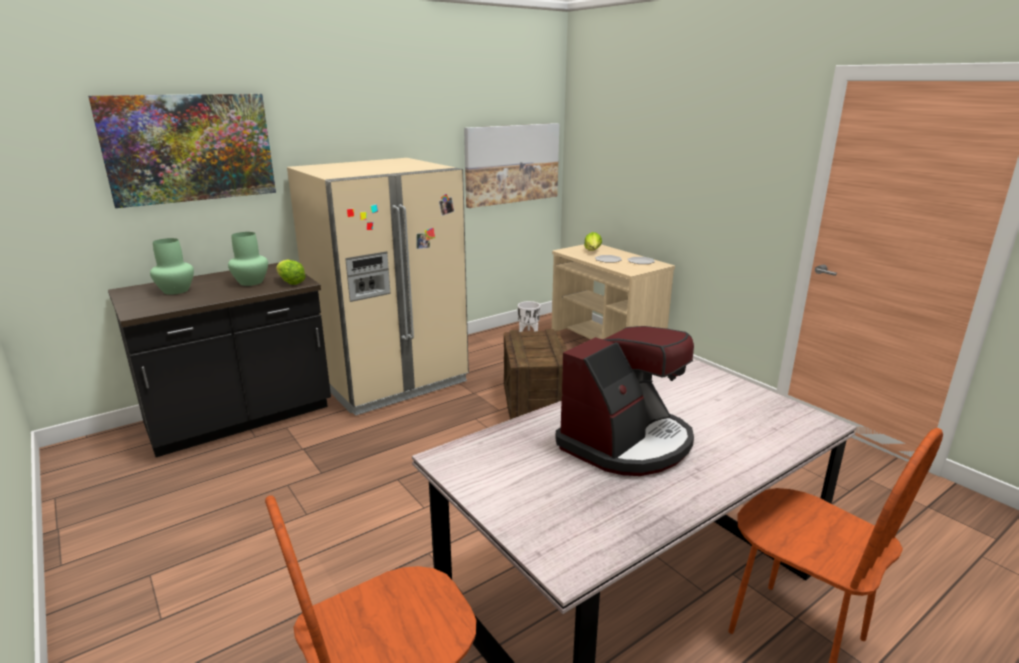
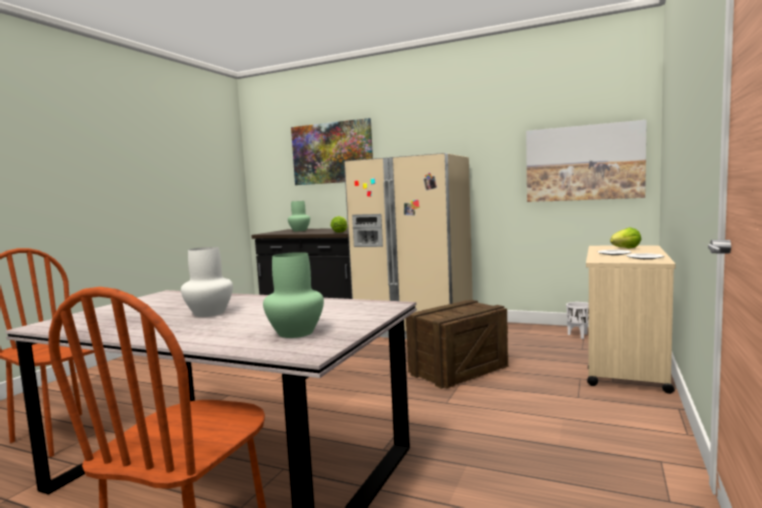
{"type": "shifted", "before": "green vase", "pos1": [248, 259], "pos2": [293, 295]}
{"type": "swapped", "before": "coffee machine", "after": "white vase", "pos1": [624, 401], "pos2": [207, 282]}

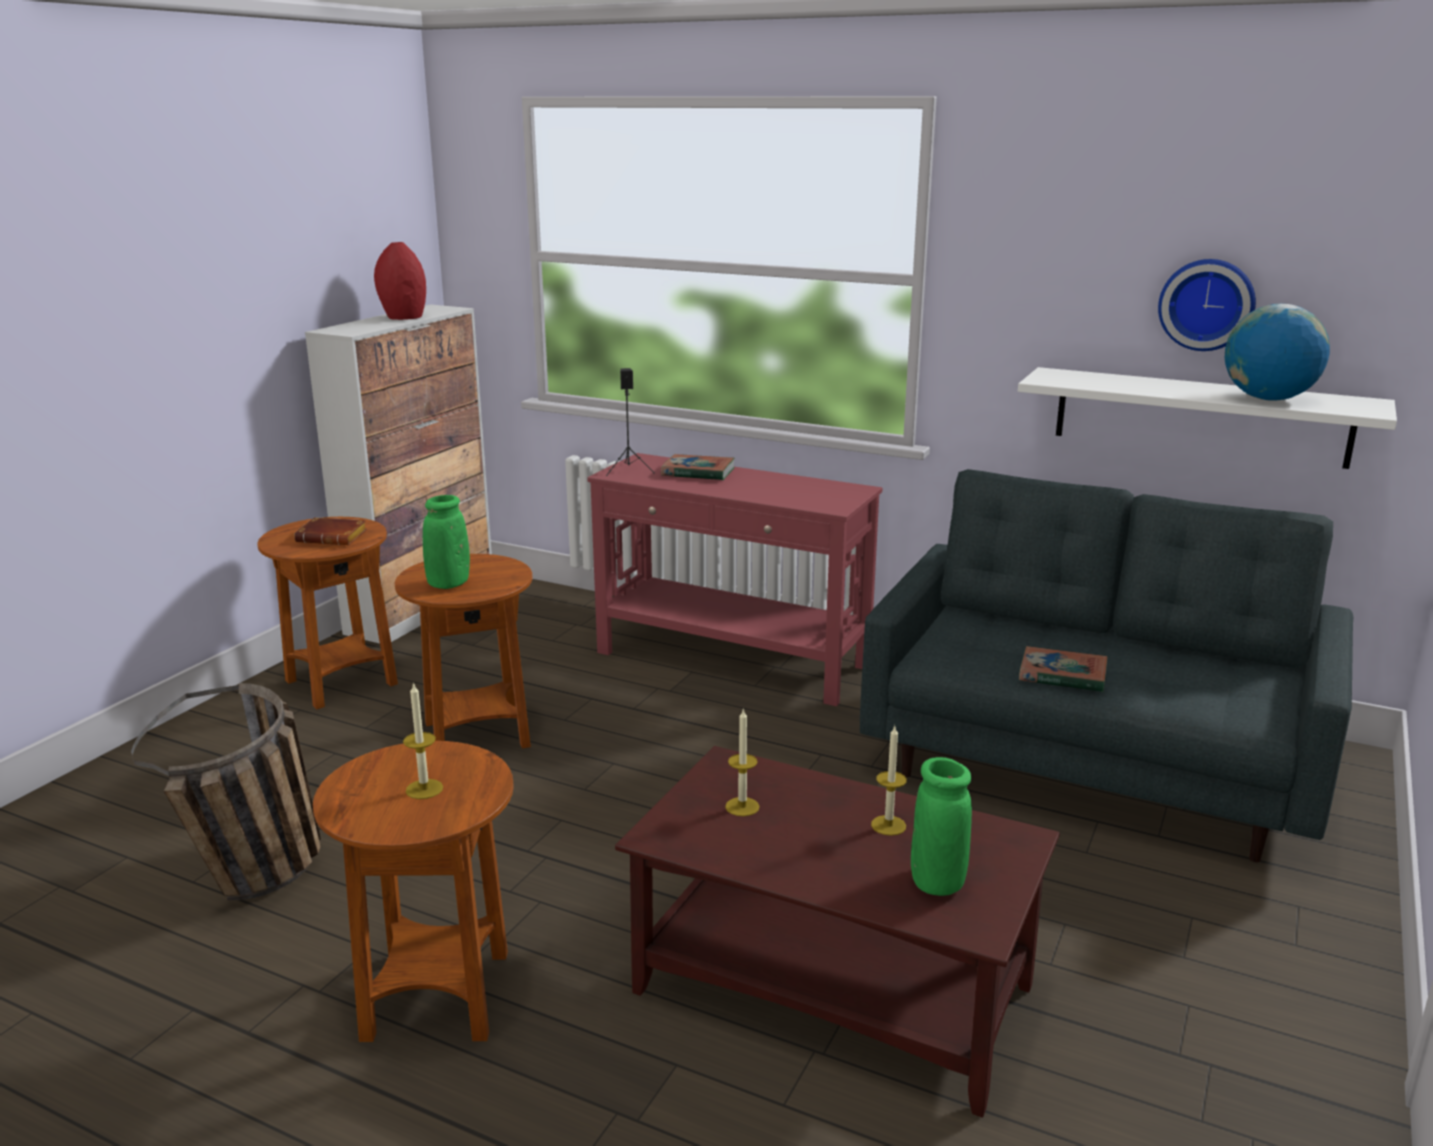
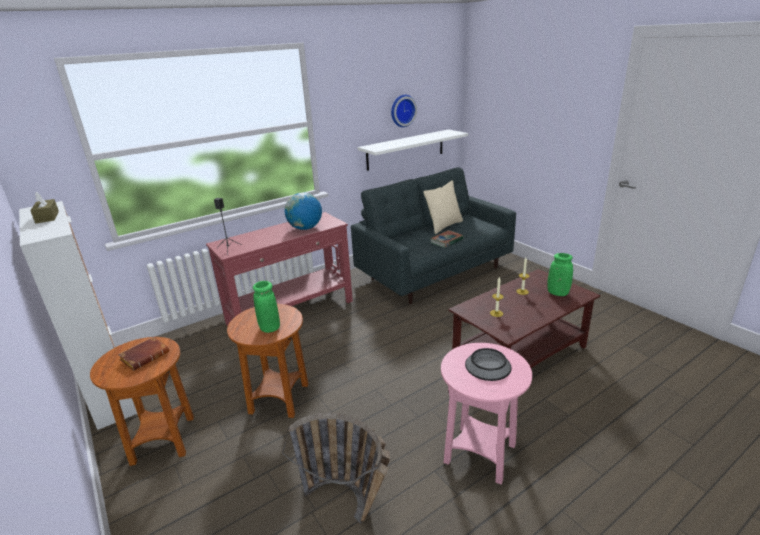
{"type": "repainted", "before": "brown side table", "after": "pink side table", "pos1": [413, 891], "pos2": [486, 414]}
{"type": "swapped", "before": "red vase", "after": "brown tissue box", "pos1": [400, 281], "pos2": [44, 207]}
{"type": "swapped", "before": "candle", "after": "bowl", "pos1": [423, 740], "pos2": [488, 364]}
{"type": "gone", "before": "book", "pos1": [698, 467]}
{"type": "shifted", "before": "globe", "pos1": [1277, 352], "pos2": [303, 211]}
{"type": "new", "after": "beige pillow", "pos2": [443, 207]}

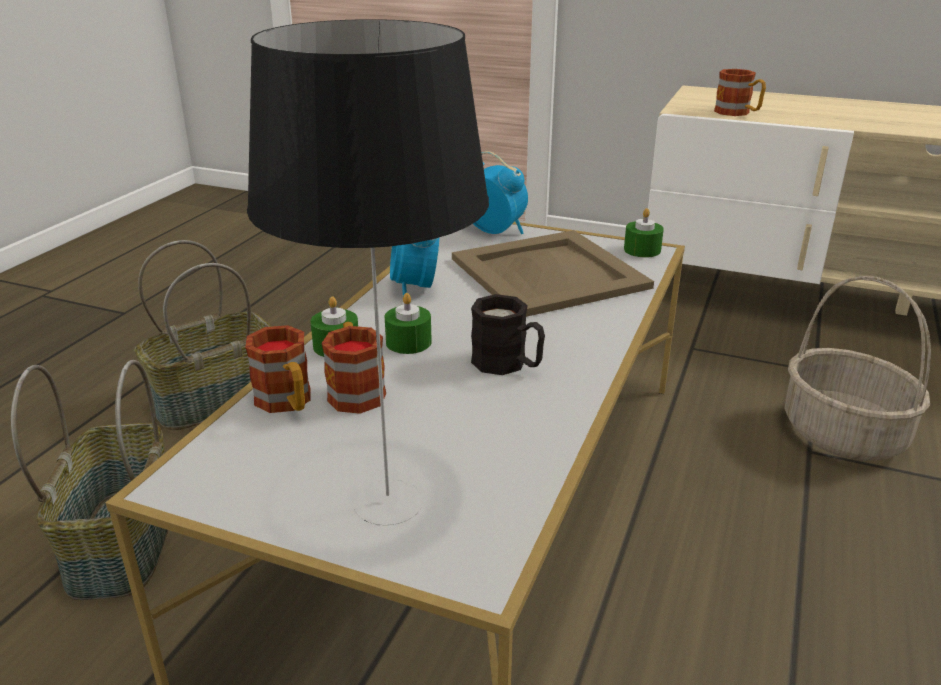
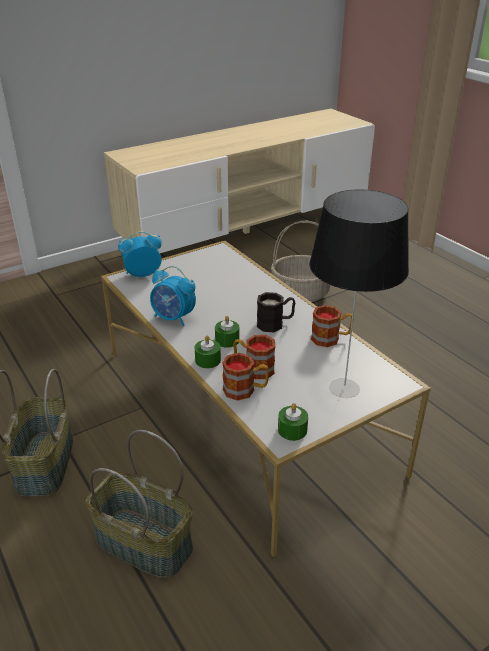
{"type": "gone", "before": "beige tray", "pos1": [553, 273]}
{"type": "shifted", "before": "green candle", "pos1": [644, 233], "pos2": [293, 422]}
{"type": "shifted", "before": "mug", "pos1": [740, 92], "pos2": [332, 326]}

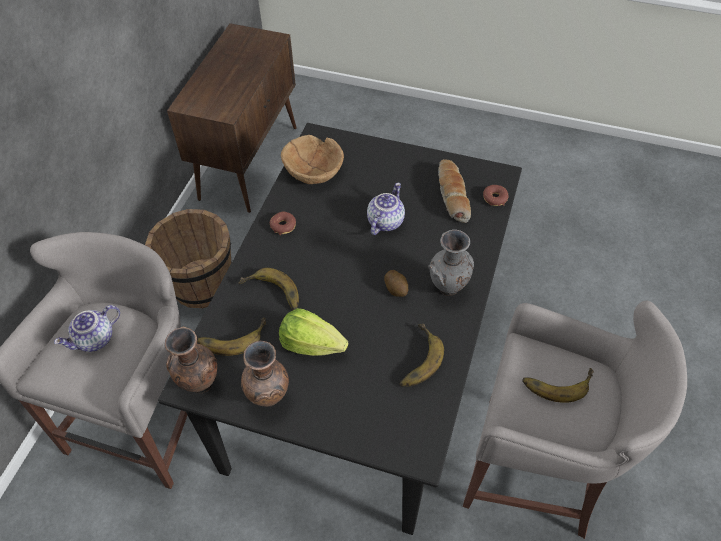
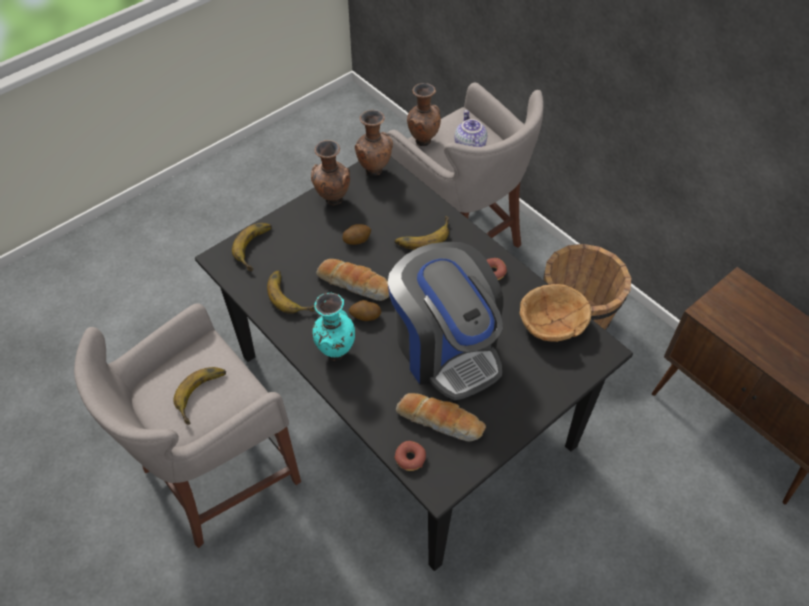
{"type": "shifted", "before": "banana", "pos1": [231, 336], "pos2": [252, 247]}
{"type": "swapped", "before": "lettuce", "after": "potato", "pos1": [313, 332], "pos2": [357, 234]}
{"type": "swapped", "before": "teapot", "after": "coffee machine", "pos1": [386, 209], "pos2": [445, 321]}
{"type": "repainted", "before": "grey vase", "after": "turquoise vase", "pos1": [451, 262], "pos2": [333, 327]}
{"type": "new", "after": "bread", "pos2": [352, 280]}
{"type": "new", "after": "brown vase", "pos2": [424, 114]}

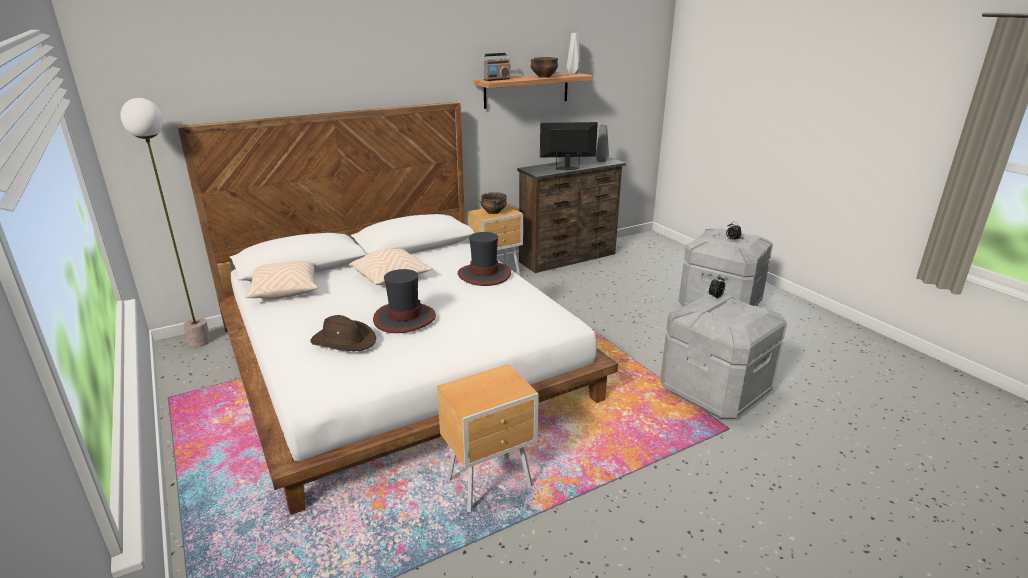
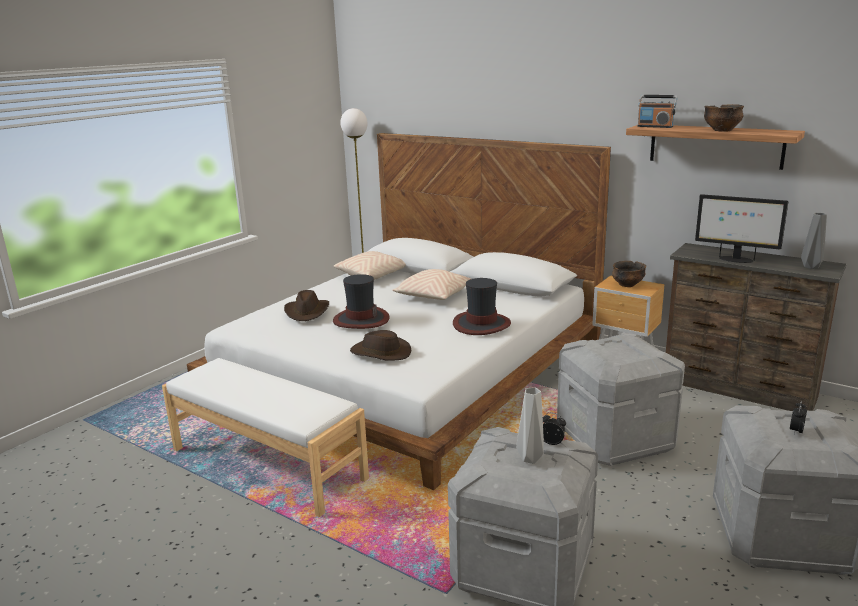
{"type": "swapped", "before": "brown nightstand", "after": "white bench", "pos1": [488, 438], "pos2": [265, 437]}
{"type": "rotated", "before": "monitor", "pos1": [569, 146], "pos2": [741, 228], "turn": 150}
{"type": "shifted", "before": "grey vase", "pos1": [574, 53], "pos2": [530, 425]}
{"type": "new", "after": "brown hat", "pos2": [380, 345]}
{"type": "new", "after": "grey storage box", "pos2": [621, 399]}

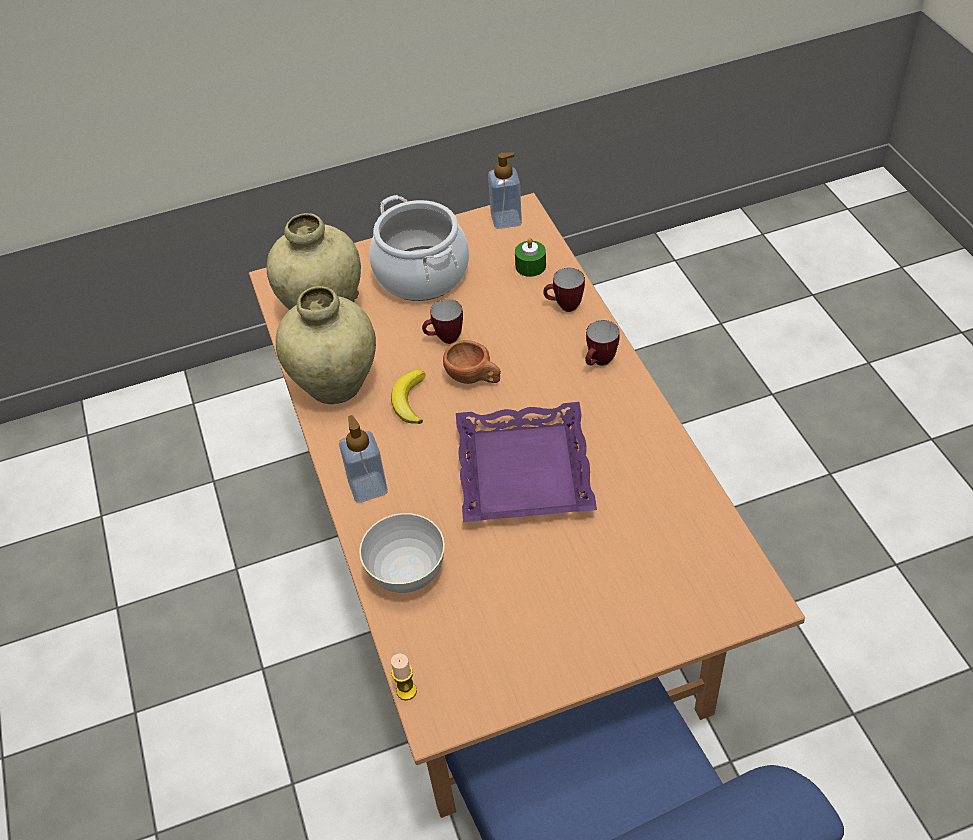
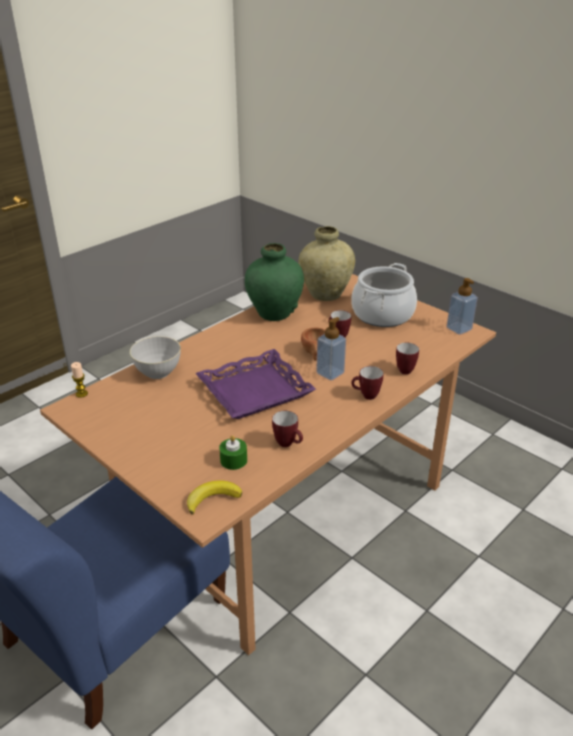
{"type": "repainted", "before": "beige vase", "after": "green vase", "pos1": [326, 345], "pos2": [274, 282]}
{"type": "shifted", "before": "soap dispenser", "pos1": [363, 459], "pos2": [331, 348]}
{"type": "shifted", "before": "banana", "pos1": [408, 397], "pos2": [214, 497]}
{"type": "shifted", "before": "green candle", "pos1": [530, 257], "pos2": [233, 452]}
{"type": "new", "after": "mug", "pos2": [287, 429]}

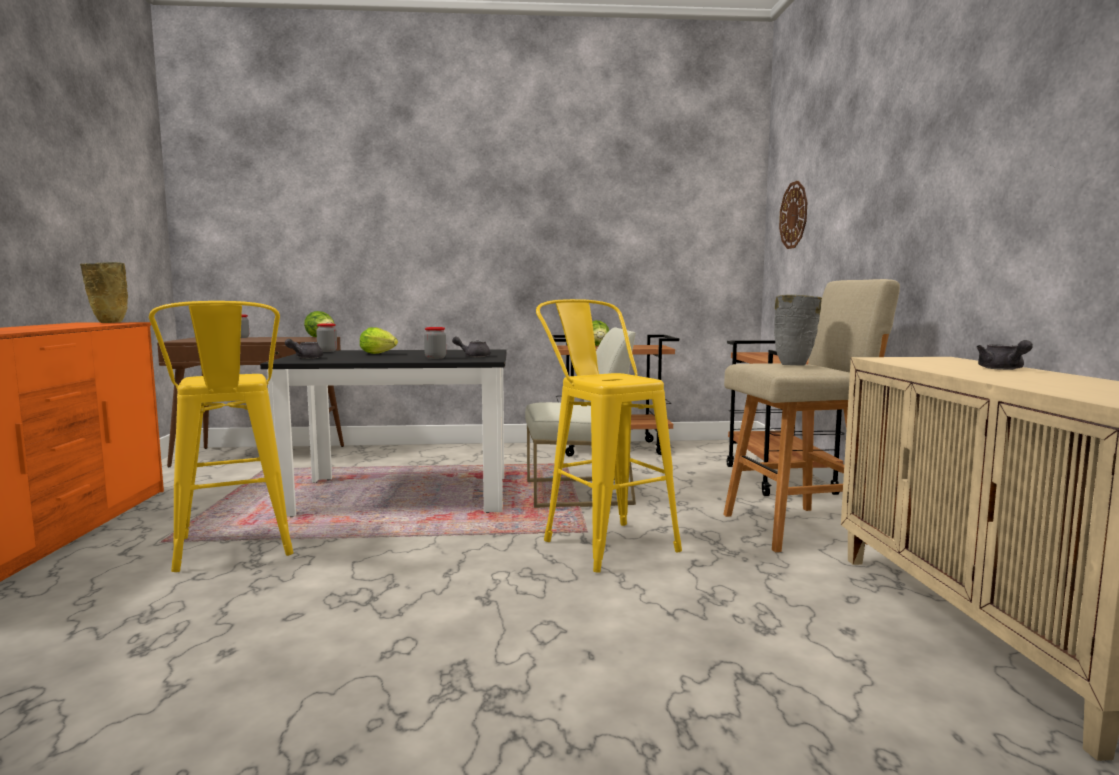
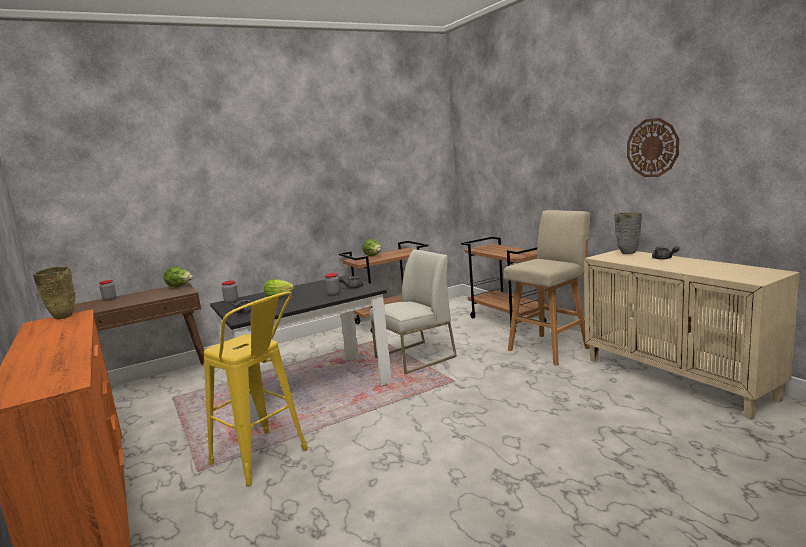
{"type": "gone", "before": "yellow stool", "pos1": [609, 435]}
{"type": "shifted", "before": "grey vase", "pos1": [798, 330], "pos2": [628, 233]}
{"type": "shifted", "before": "wall clock", "pos1": [793, 215], "pos2": [653, 147]}

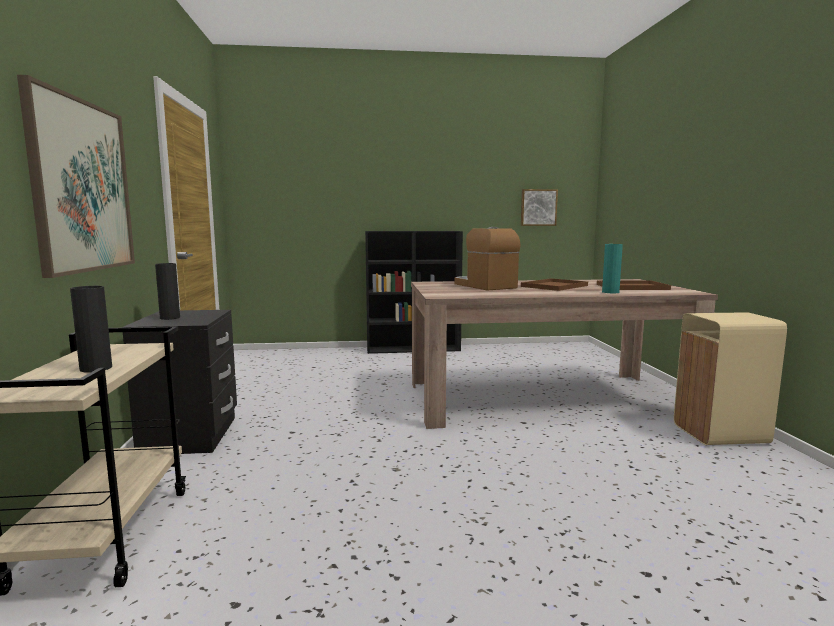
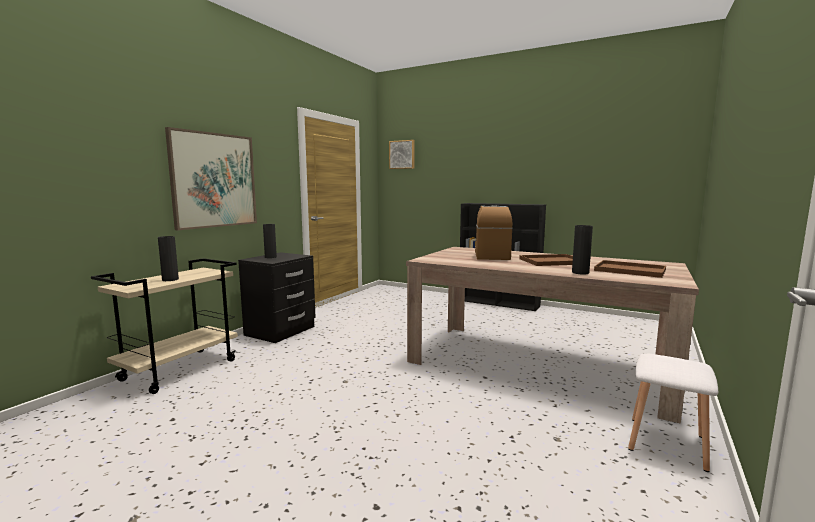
{"type": "shifted", "before": "picture", "pos1": [539, 207], "pos2": [402, 154]}
{"type": "repainted", "before": "turquoise vase", "after": "black vase", "pos1": [612, 268], "pos2": [582, 249]}
{"type": "swapped", "before": "beige trash can", "after": "white stool", "pos1": [730, 378], "pos2": [673, 412]}

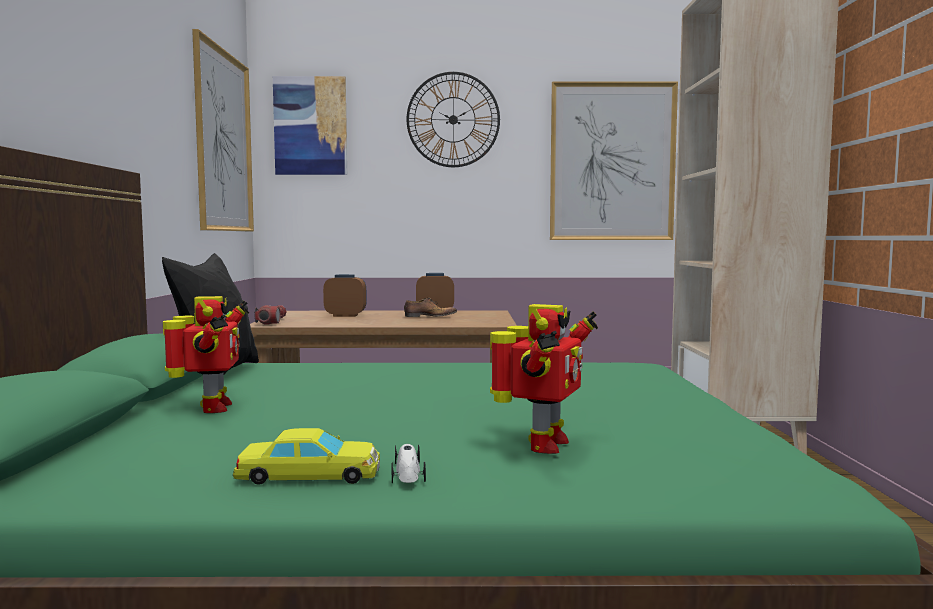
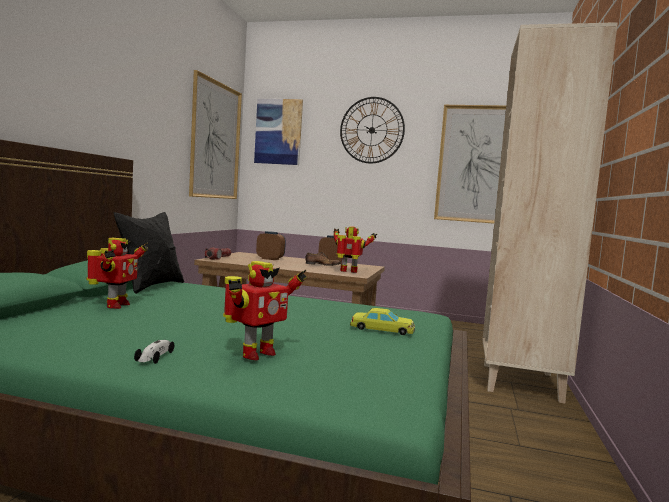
{"type": "shifted", "before": "yellow toy car", "pos1": [306, 456], "pos2": [382, 321]}
{"type": "new", "after": "toy robot", "pos2": [355, 249]}

